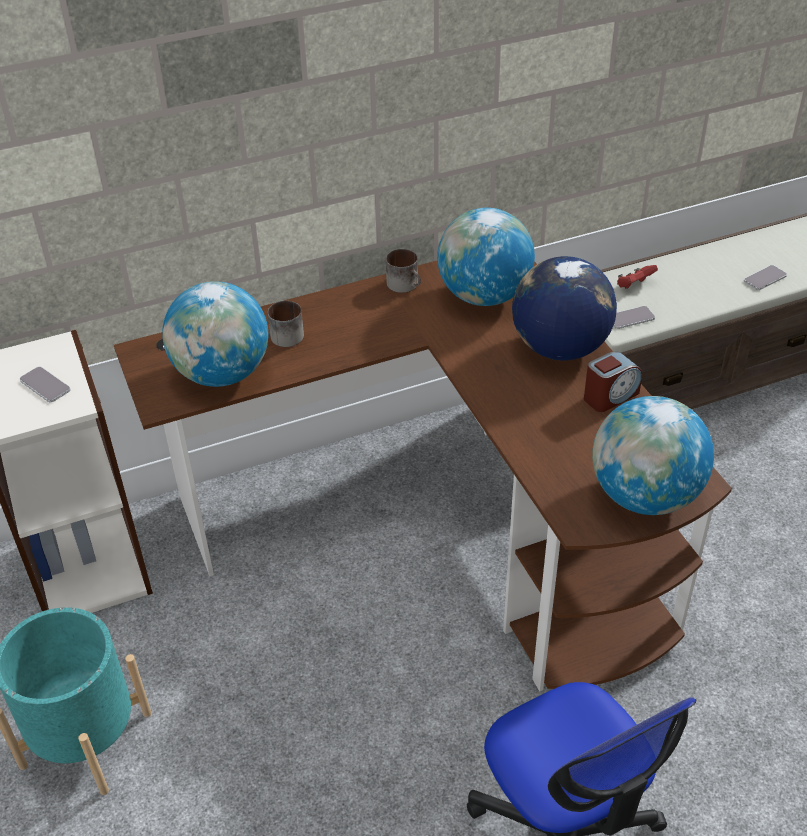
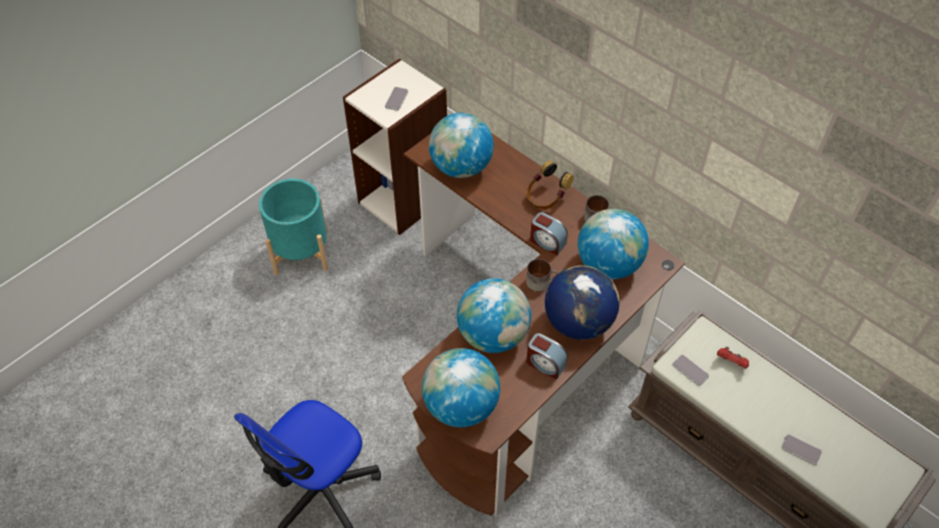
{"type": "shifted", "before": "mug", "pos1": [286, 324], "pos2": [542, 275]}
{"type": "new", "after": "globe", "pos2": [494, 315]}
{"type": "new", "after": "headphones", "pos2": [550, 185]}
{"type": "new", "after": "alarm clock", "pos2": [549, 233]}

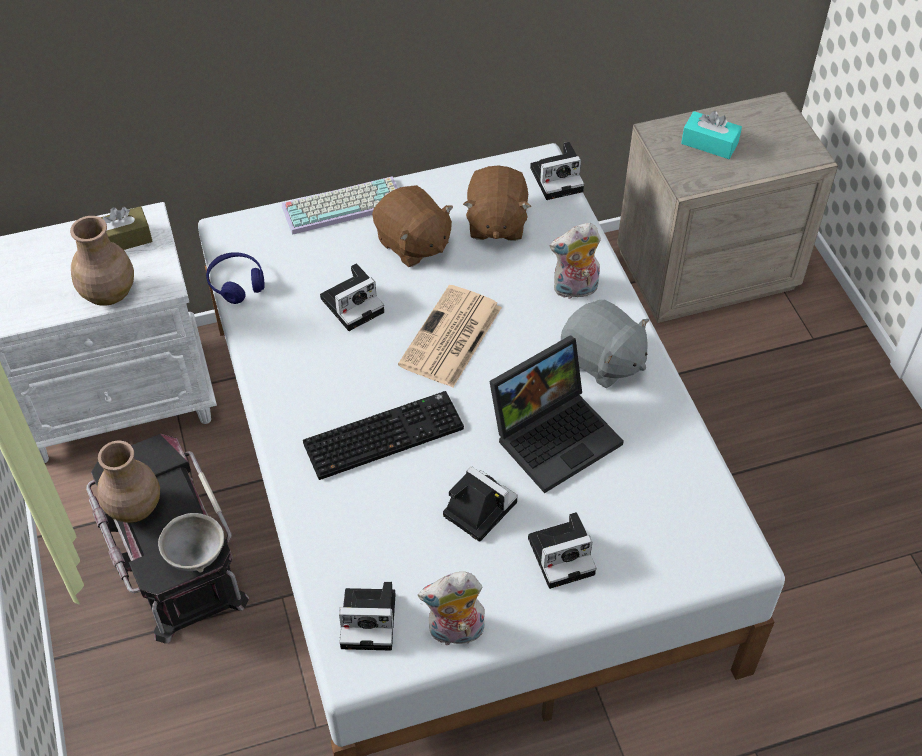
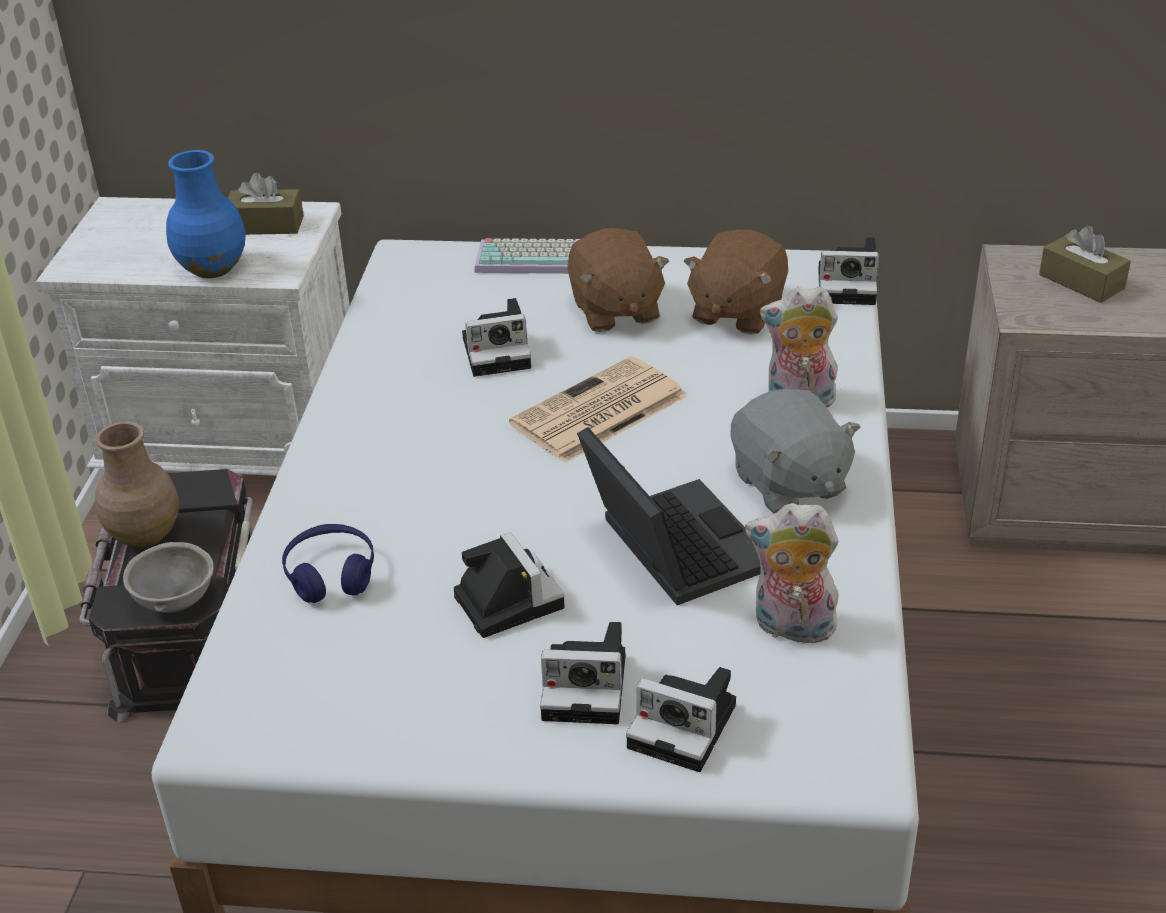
{"type": "repainted", "before": "brown vase", "after": "blue vase", "pos1": [102, 261], "pos2": [206, 214]}
{"type": "shifted", "before": "blue headphones", "pos1": [235, 278], "pos2": [328, 563]}
{"type": "gone", "before": "keyboard", "pos1": [383, 435]}
{"type": "shifted", "before": "photo camera", "pos1": [367, 616], "pos2": [681, 719]}
{"type": "shifted", "before": "plush toy", "pos1": [451, 610], "pos2": [793, 573]}
{"type": "rotated", "before": "laptop", "pos1": [556, 414], "pos2": [668, 516], "turn": -105}
{"type": "repainted", "before": "turquoise tissue box", "after": "brown tissue box", "pos1": [711, 135], "pos2": [1085, 264]}

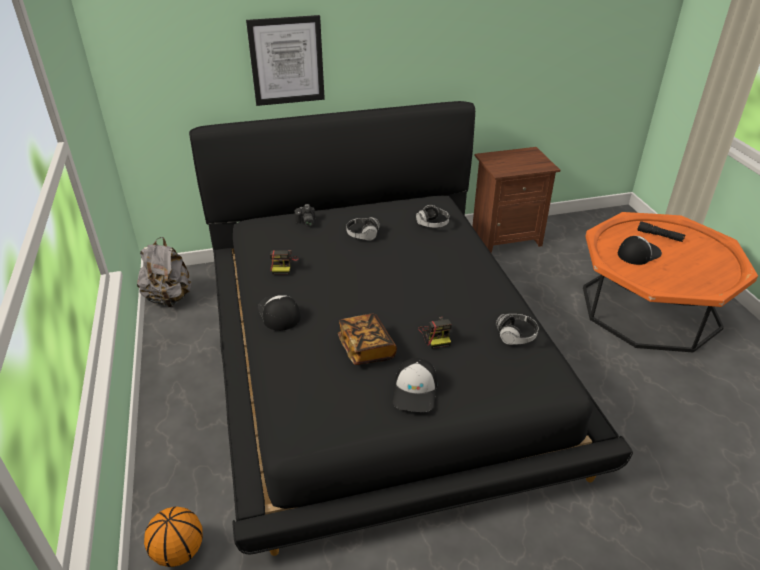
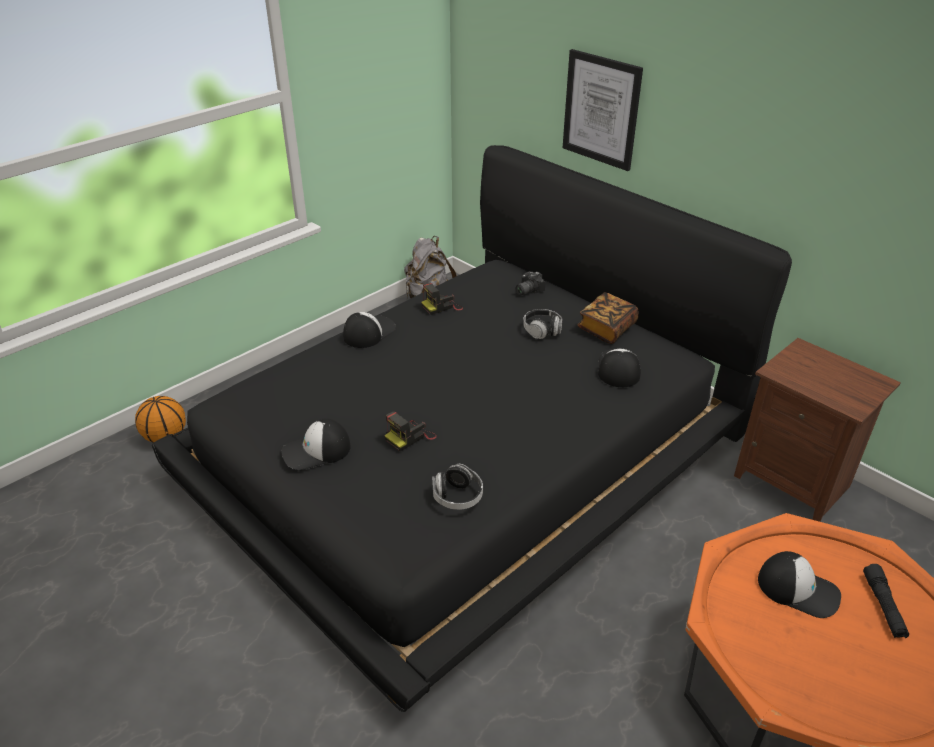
{"type": "shifted", "before": "book", "pos1": [367, 339], "pos2": [608, 318]}
{"type": "swapped", "before": "headphones", "after": "cap", "pos1": [432, 216], "pos2": [619, 368]}

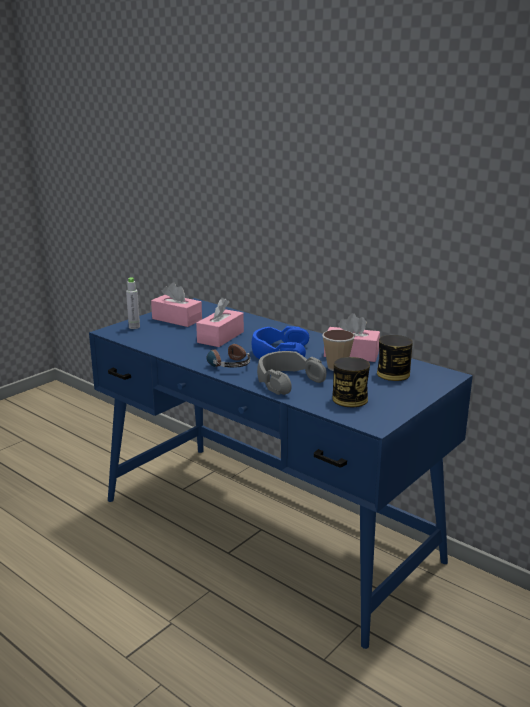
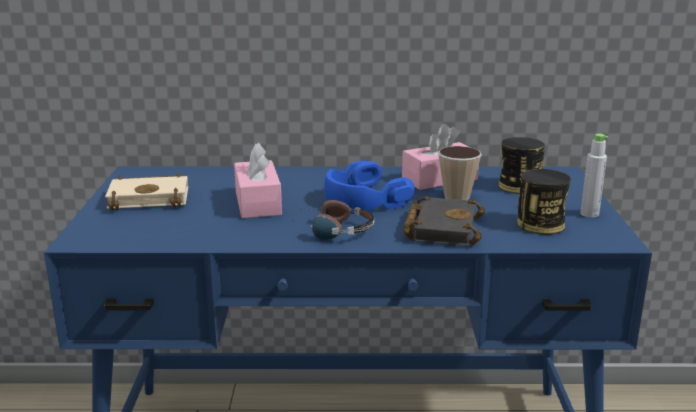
{"type": "shifted", "before": "grey bottle", "pos1": [133, 303], "pos2": [594, 176]}
{"type": "swapped", "before": "pink tissue box", "after": "beige book", "pos1": [176, 304], "pos2": [146, 191]}
{"type": "swapped", "before": "grey headphones", "after": "black book", "pos1": [292, 373], "pos2": [444, 221]}

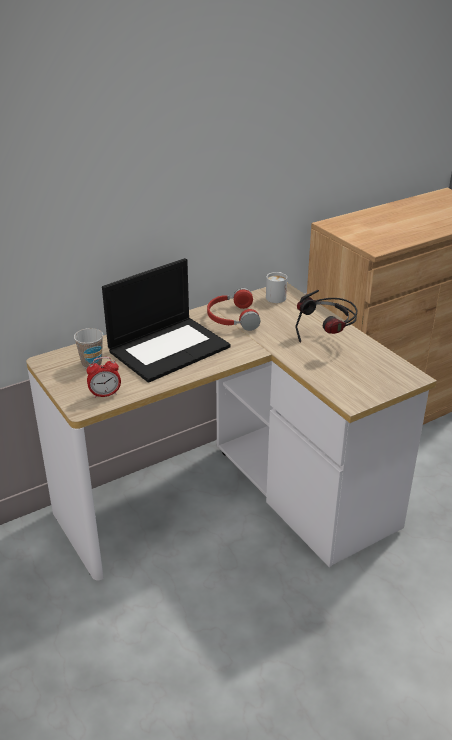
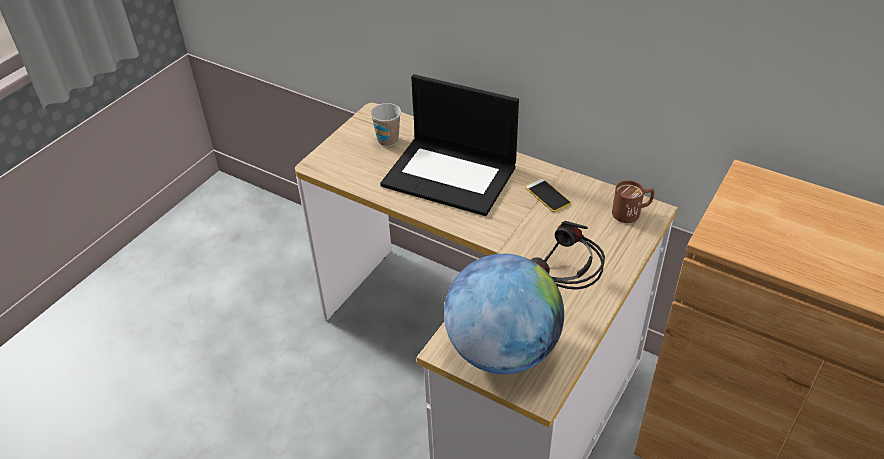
{"type": "gone", "before": "alarm clock", "pos1": [103, 377]}
{"type": "swapped", "before": "red headphones", "after": "phone", "pos1": [234, 309], "pos2": [548, 195]}
{"type": "repainted", "before": "white mug", "after": "brown mug", "pos1": [276, 287], "pos2": [633, 201]}
{"type": "new", "after": "globe", "pos2": [504, 314]}

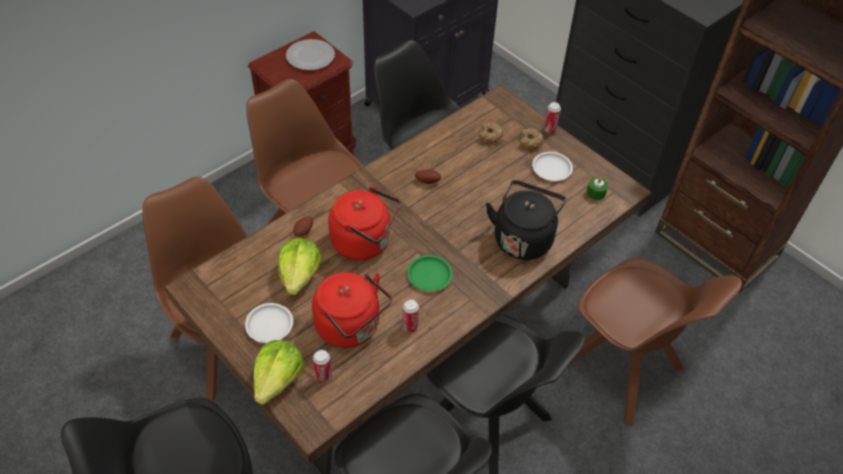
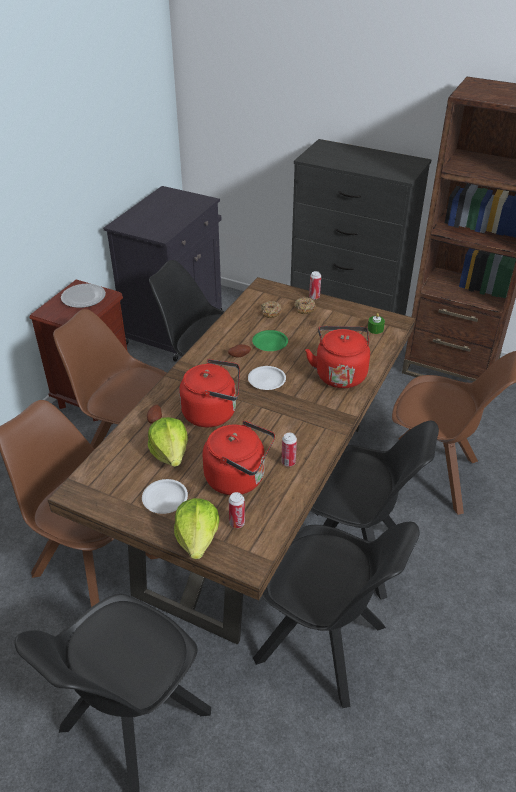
{"type": "shifted", "before": "green plate", "pos1": [429, 273], "pos2": [270, 340]}
{"type": "repainted", "before": "black kettle", "after": "red kettle", "pos1": [526, 220], "pos2": [337, 357]}
{"type": "shifted", "before": "white plate", "pos1": [552, 166], "pos2": [267, 378]}

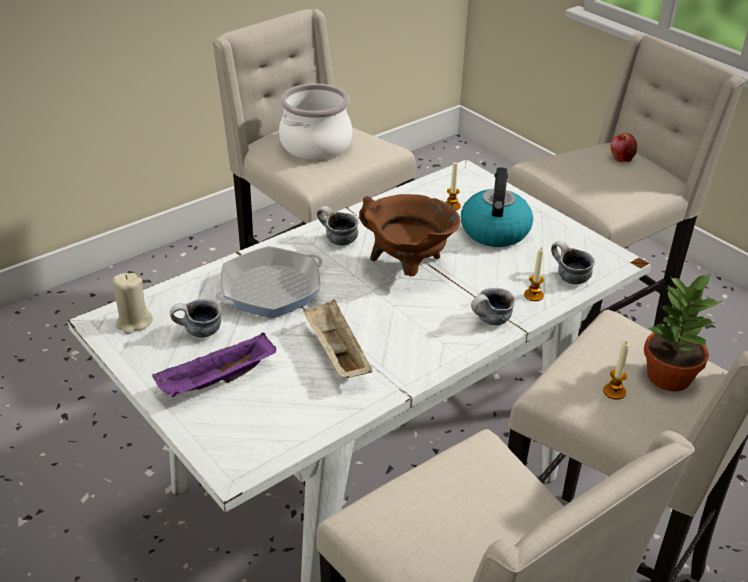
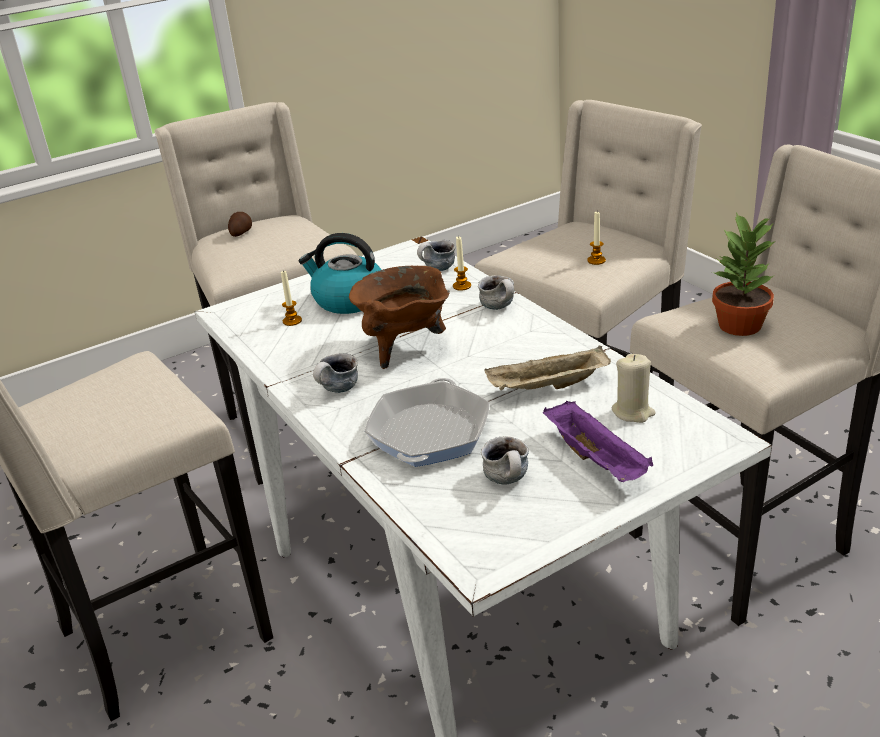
{"type": "shifted", "before": "beige candle", "pos1": [133, 303], "pos2": [634, 388]}
{"type": "rotated", "before": "frying pan", "pos1": [269, 282], "pos2": [427, 422], "turn": -135}
{"type": "gone", "before": "cooking pot", "pos1": [316, 121]}
{"type": "swapped", "before": "apple", "after": "potato", "pos1": [623, 147], "pos2": [240, 224]}
{"type": "shifted", "before": "potted plant", "pos1": [683, 332], "pos2": [743, 274]}

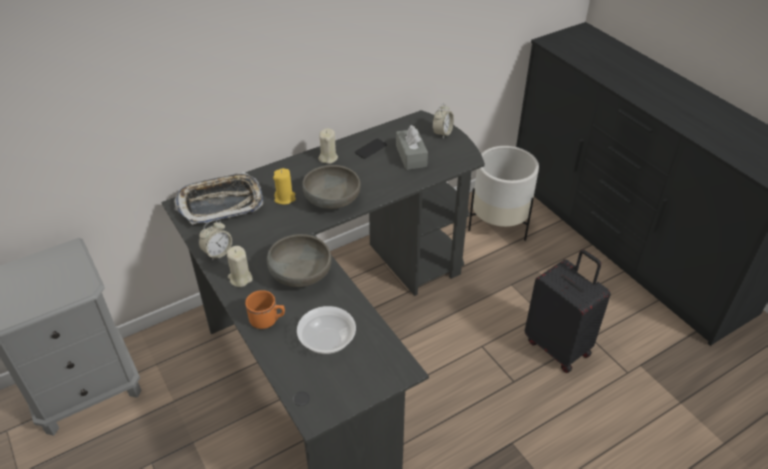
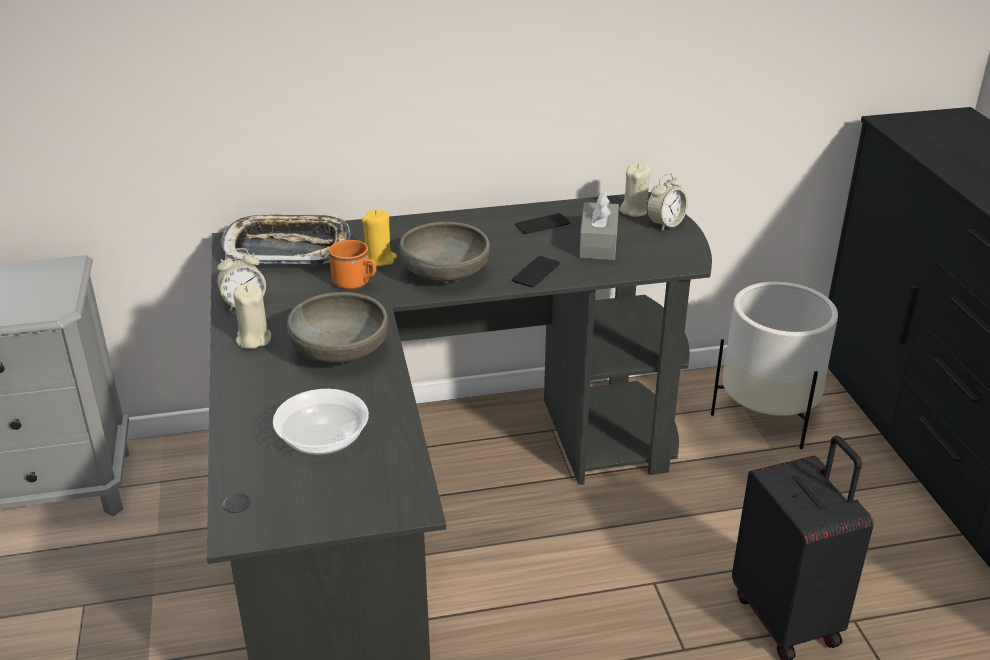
{"type": "shifted", "before": "orange mug", "pos1": [265, 309], "pos2": [352, 265]}
{"type": "shifted", "before": "beige candle", "pos1": [328, 146], "pos2": [635, 190]}
{"type": "new", "after": "phone", "pos2": [536, 271]}

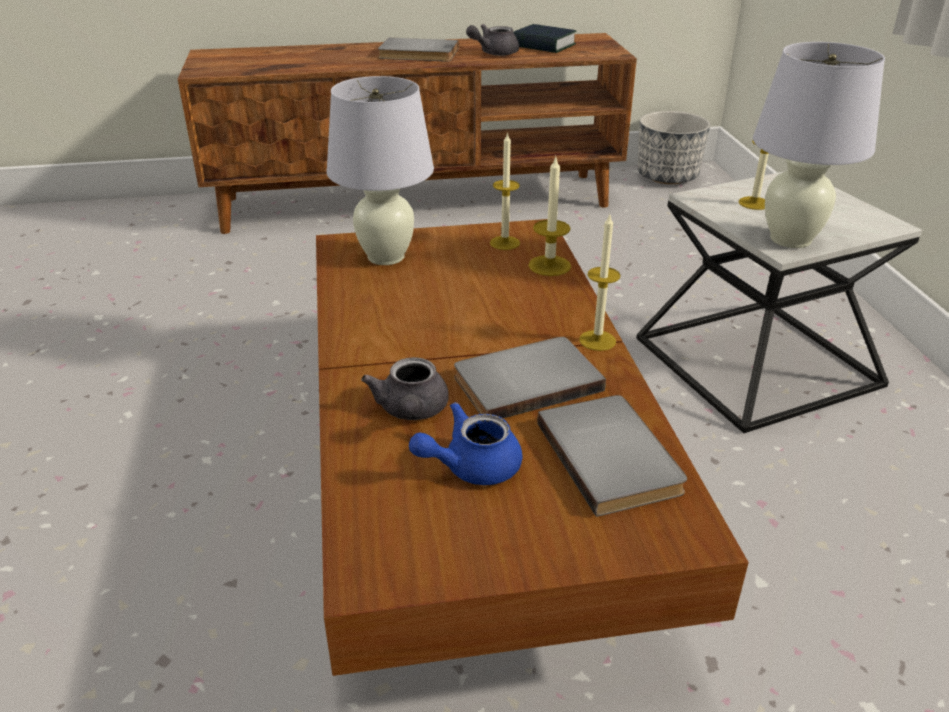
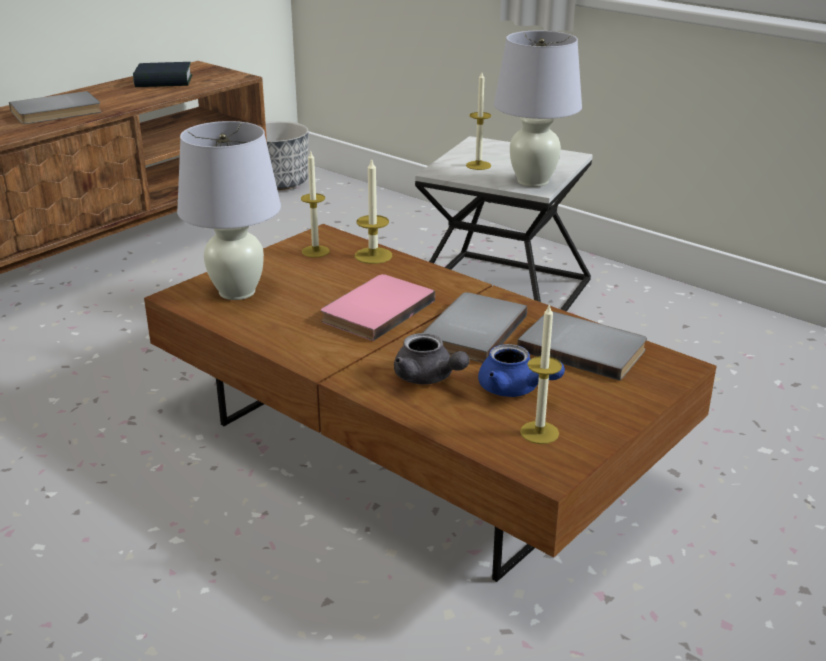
{"type": "rotated", "before": "blue teapot", "pos1": [465, 443], "pos2": [521, 370], "turn": -75}
{"type": "gone", "before": "grey teapot", "pos1": [492, 40]}
{"type": "shifted", "before": "candle", "pos1": [599, 283], "pos2": [541, 373]}
{"type": "new", "after": "pink book", "pos2": [378, 307]}

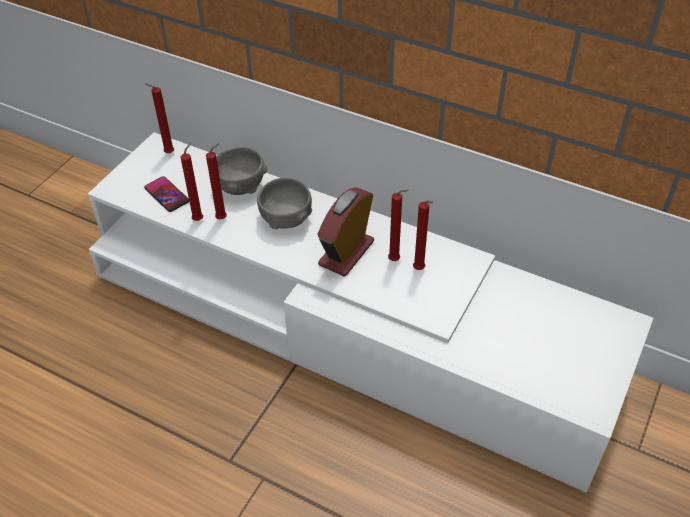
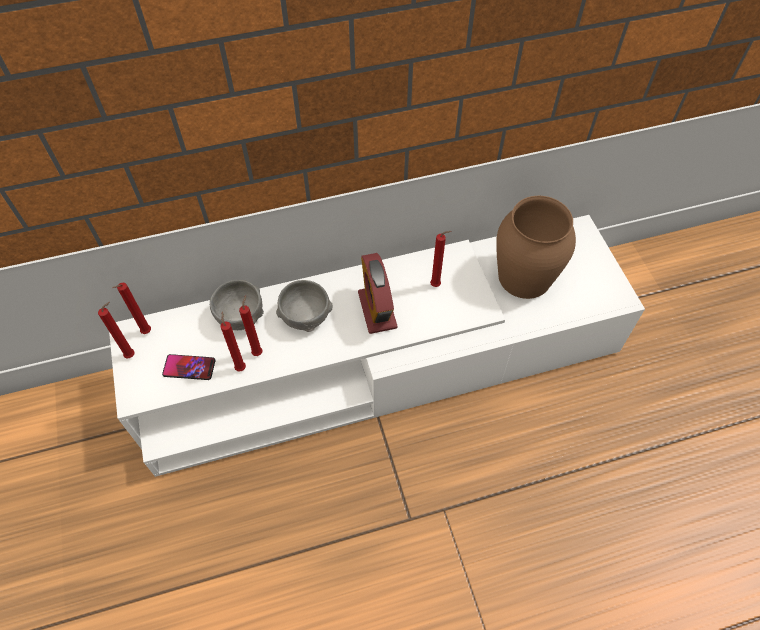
{"type": "shifted", "before": "red candle", "pos1": [398, 225], "pos2": [116, 330]}
{"type": "new", "after": "brown vase", "pos2": [536, 247]}

